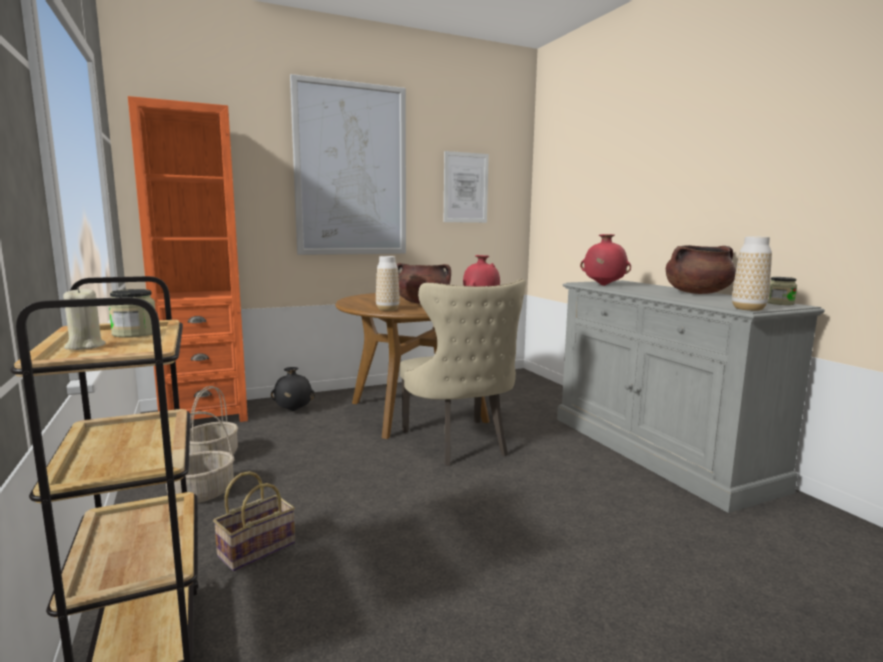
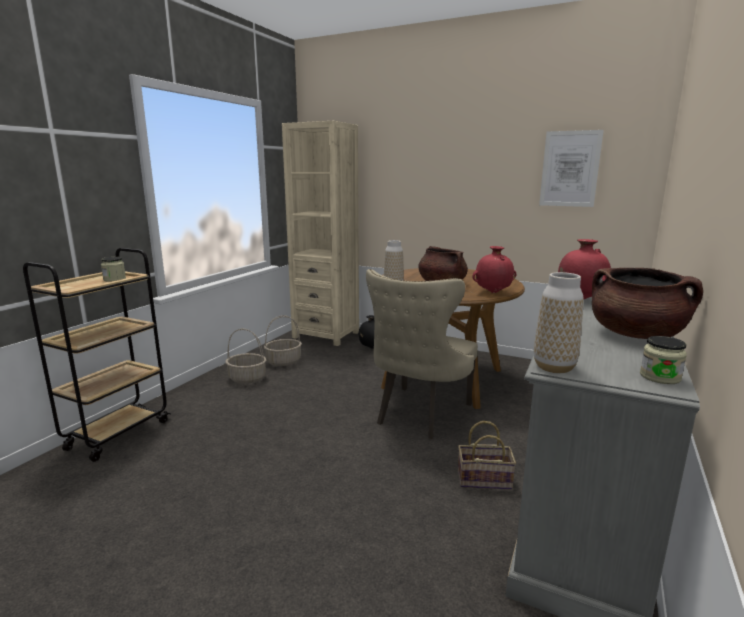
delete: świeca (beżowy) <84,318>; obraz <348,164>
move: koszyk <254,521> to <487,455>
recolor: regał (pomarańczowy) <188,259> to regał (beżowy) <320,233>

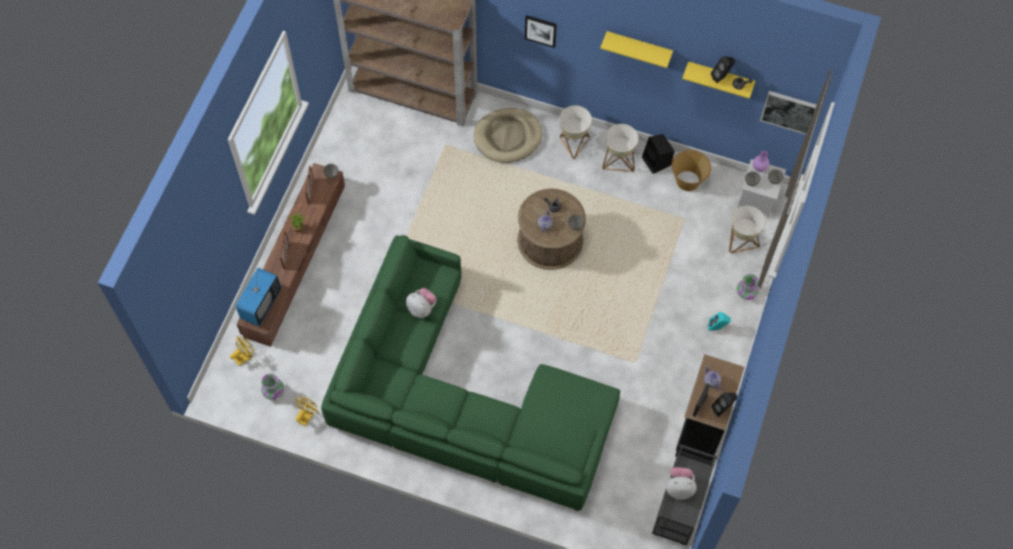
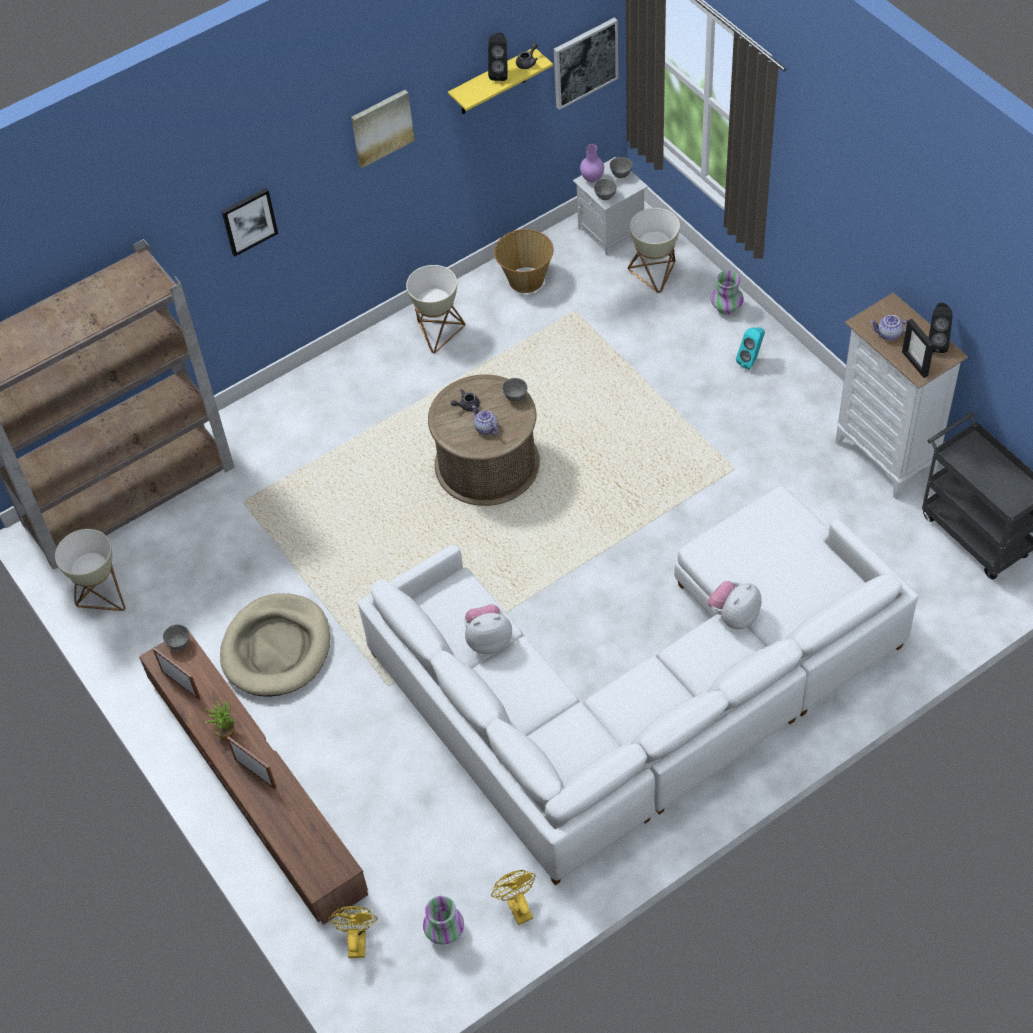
delete: telewizor <258,297>; głośnik (czarny) <658,154>
move: legowisko (beżowy) <508,135> to <275,645>; donica <575,132> to <90,570>; pluszak <681,483> to <735,605>
replace: półka (żółty) <636,49> to obraz <383,129>
recolor: kanapa (zielony) <470,373> to kanapa (biały) <638,685>; komoda (czarny) <710,408> to komoda (biały) <901,396>

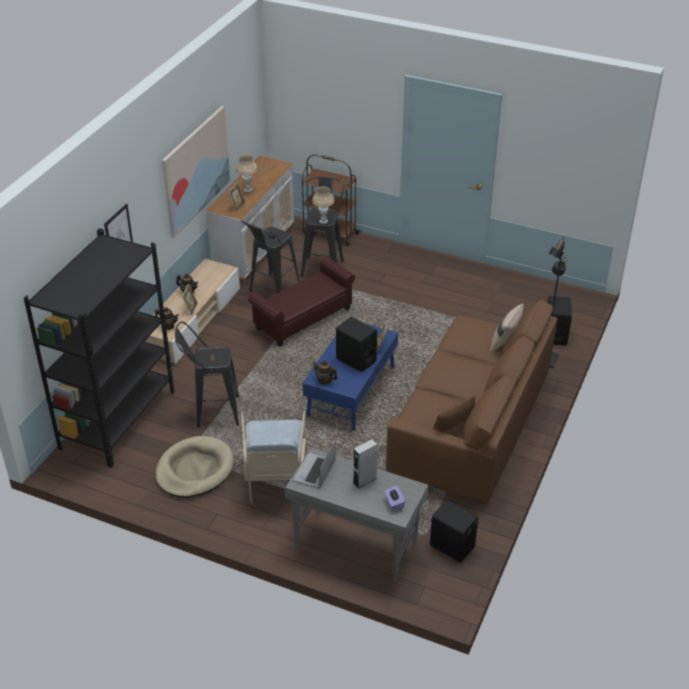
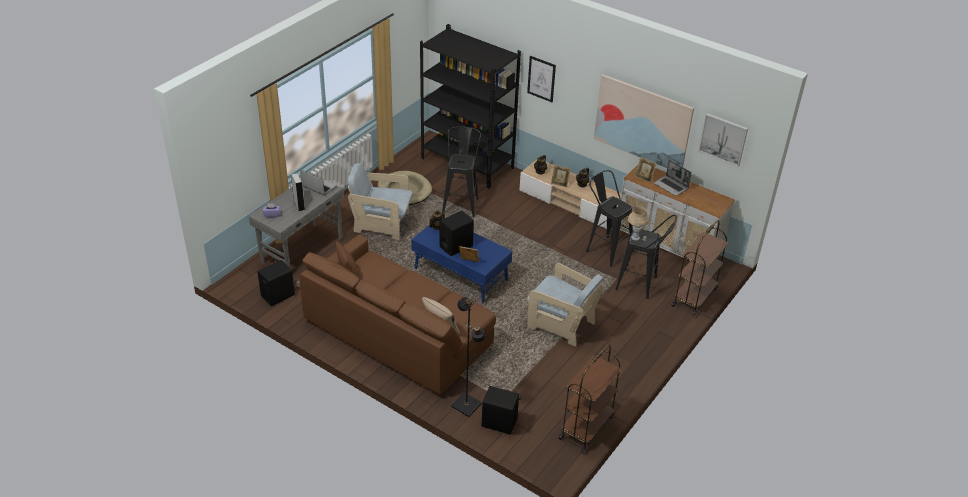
delete: pufa (brązowy) <301,302>
insert: fotel (beżowy) <565,304>; wózek (brązowy) <590,399>; obraz <723,140>
replace: lampa stołowa (beżowy) <247,173> to laptop <673,178>

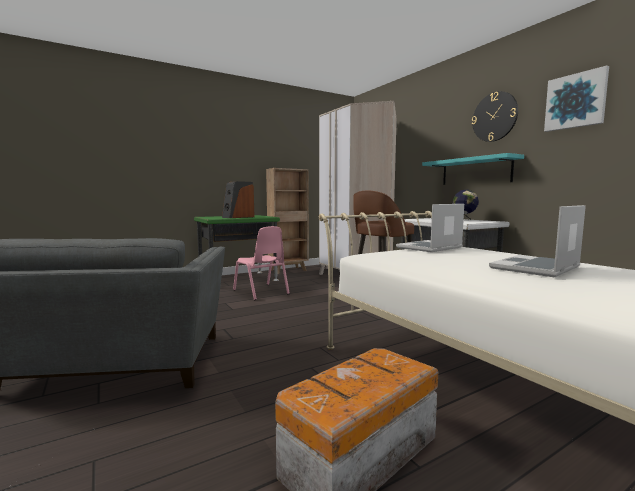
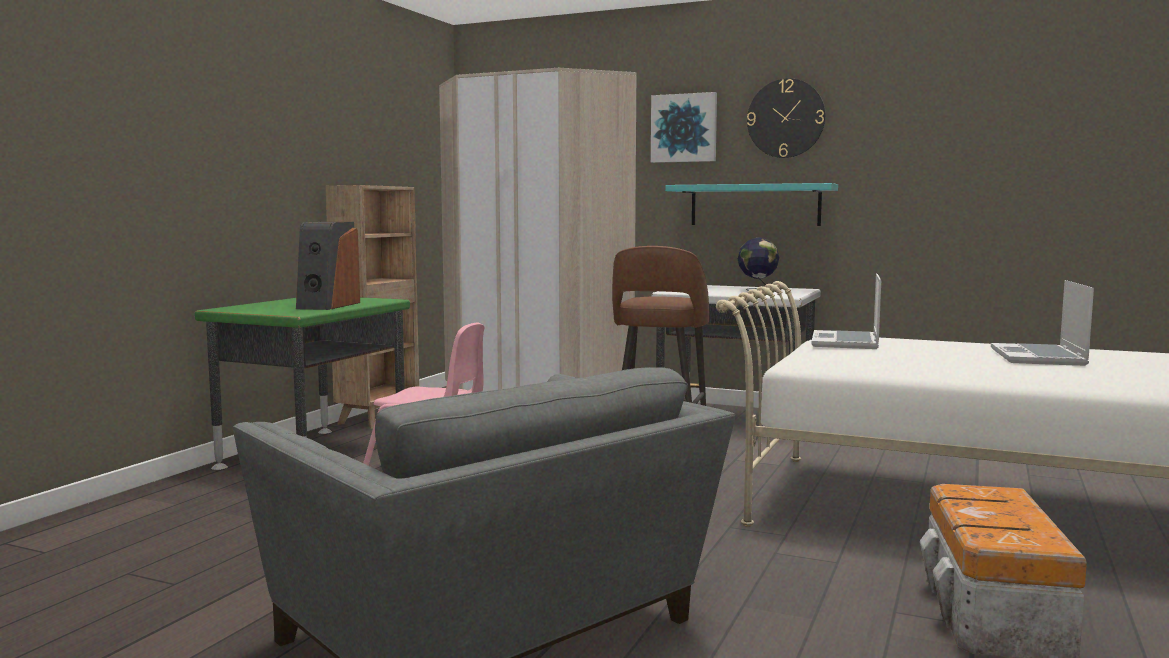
move: obraz <576,98> to <684,127>

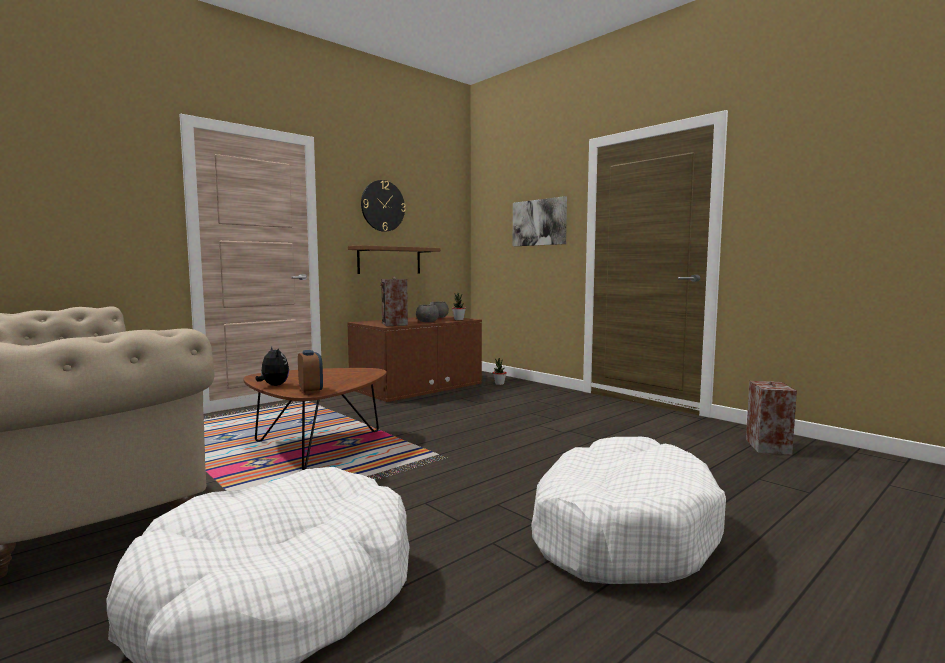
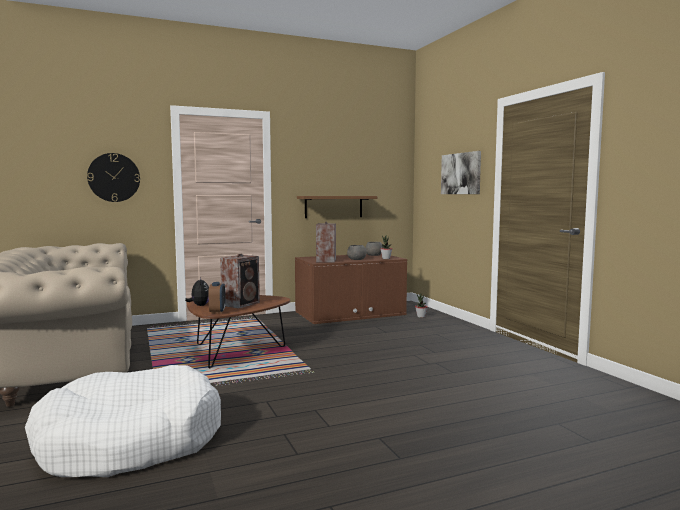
delete: legowisko (biały) <628,510>
move: zegar ścienny <383,206> to <113,177>; głośnik <771,418> to <240,281>

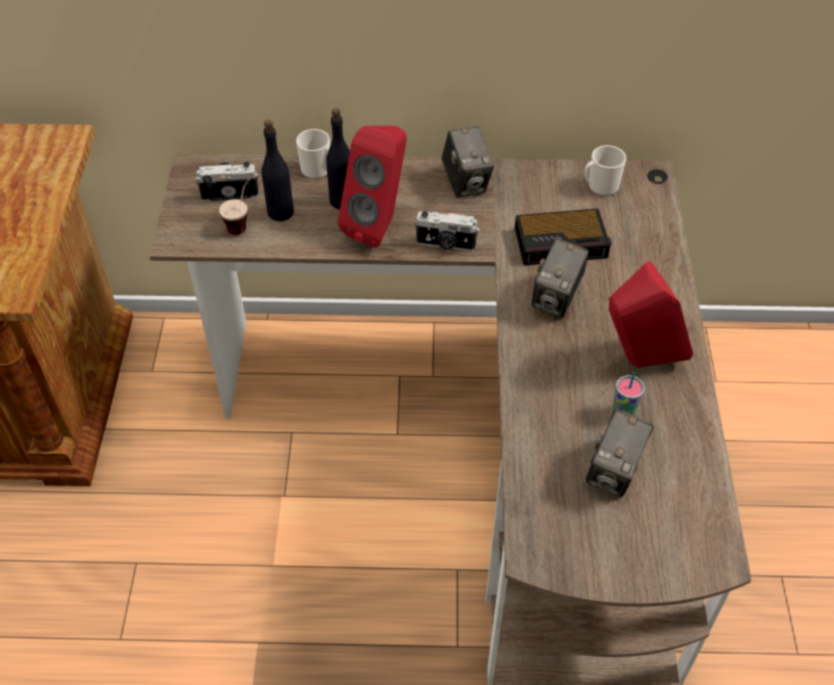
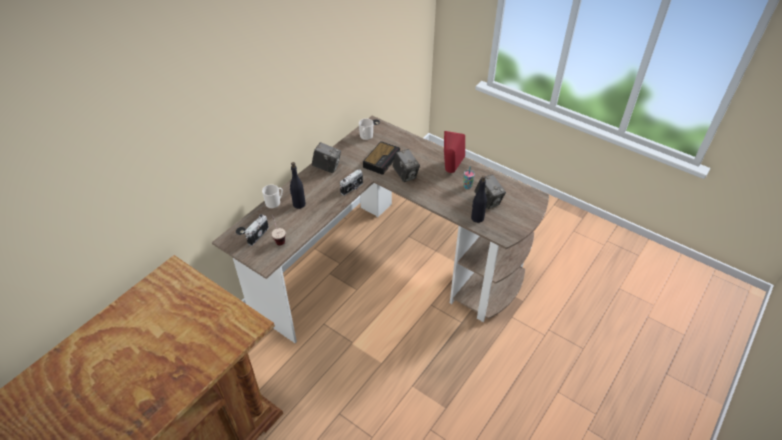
delete: głośnik (czerwony) <372,186>
move: butelka (czarny) <277,170> to <479,199>

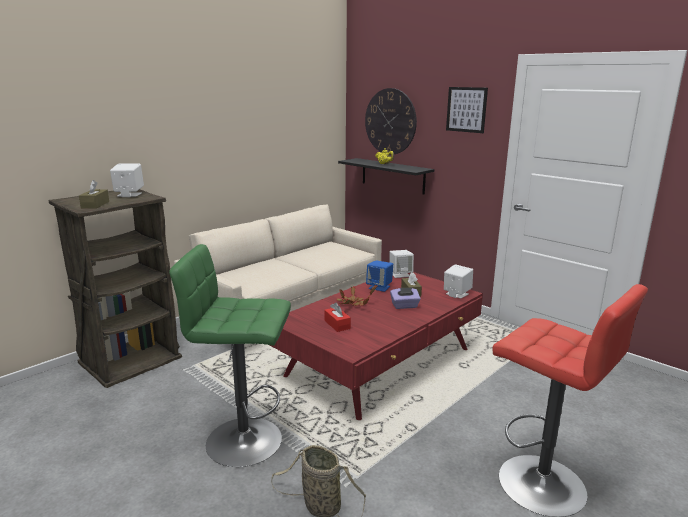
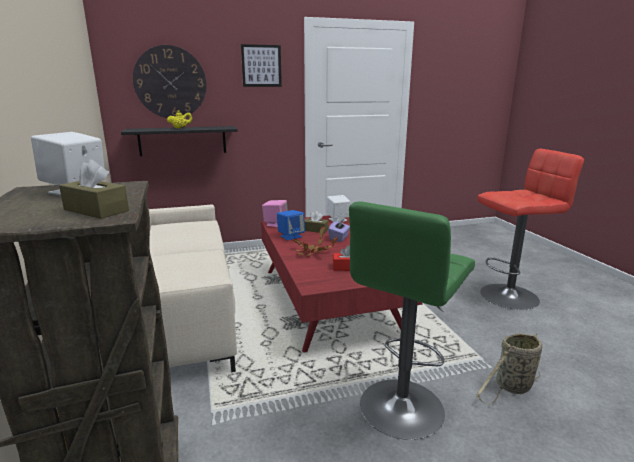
recolor: głośnik (biały) <402,264> to głośnik (różowy) <275,213>

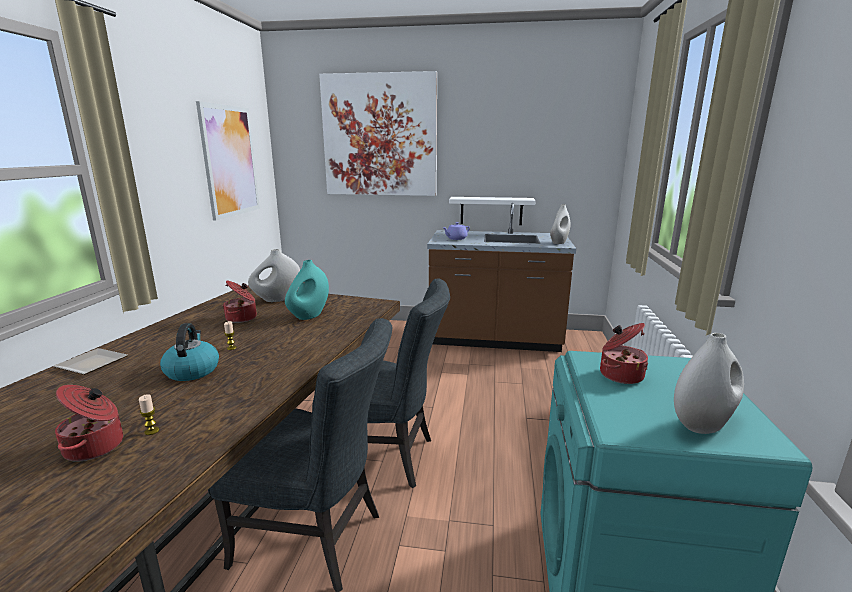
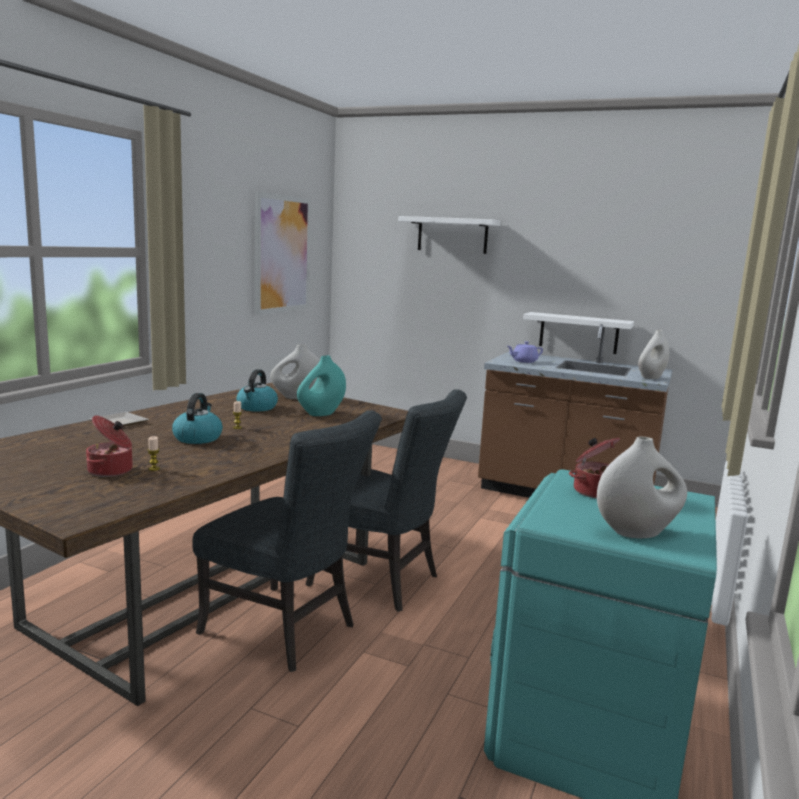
replace: garnek <240,301> to czajnik <257,390>; obraz <378,133> to półka (biały) <449,235>

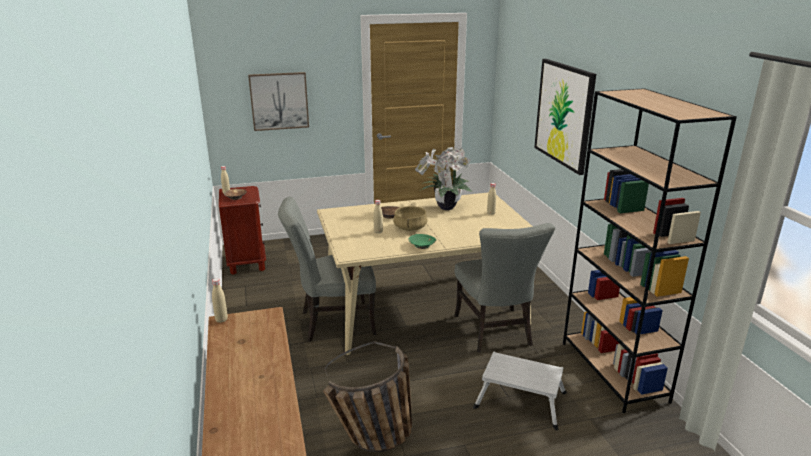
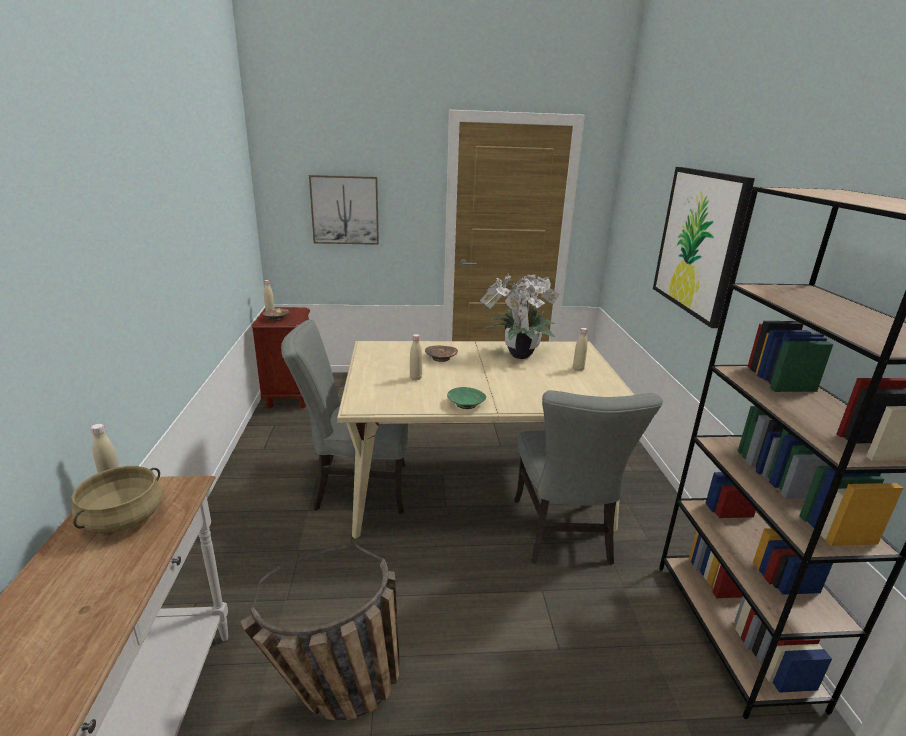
delete: drabinka (biały) <520,391>
move: garnek (beżowy) <410,218> to <117,499>

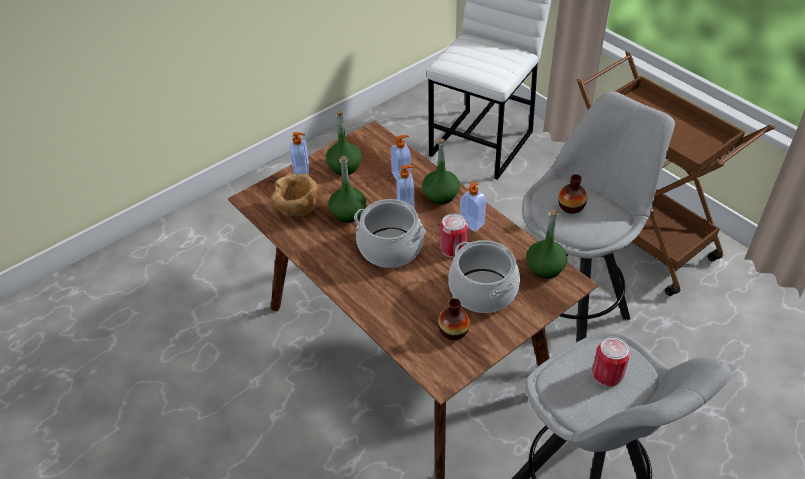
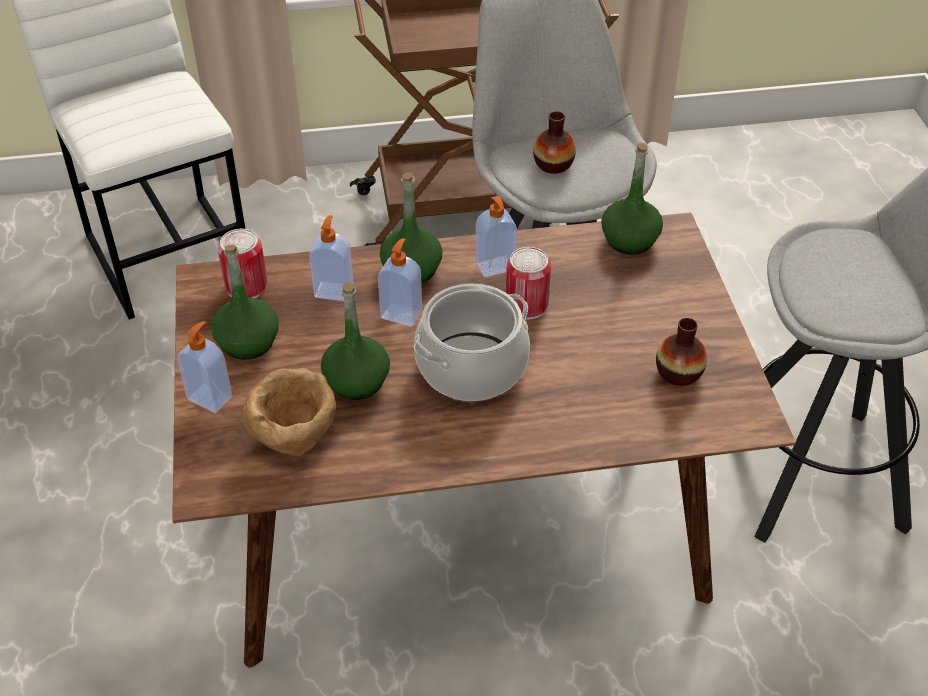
delete: garnek <484,276>
move: puszka <611,362> to <243,263>

